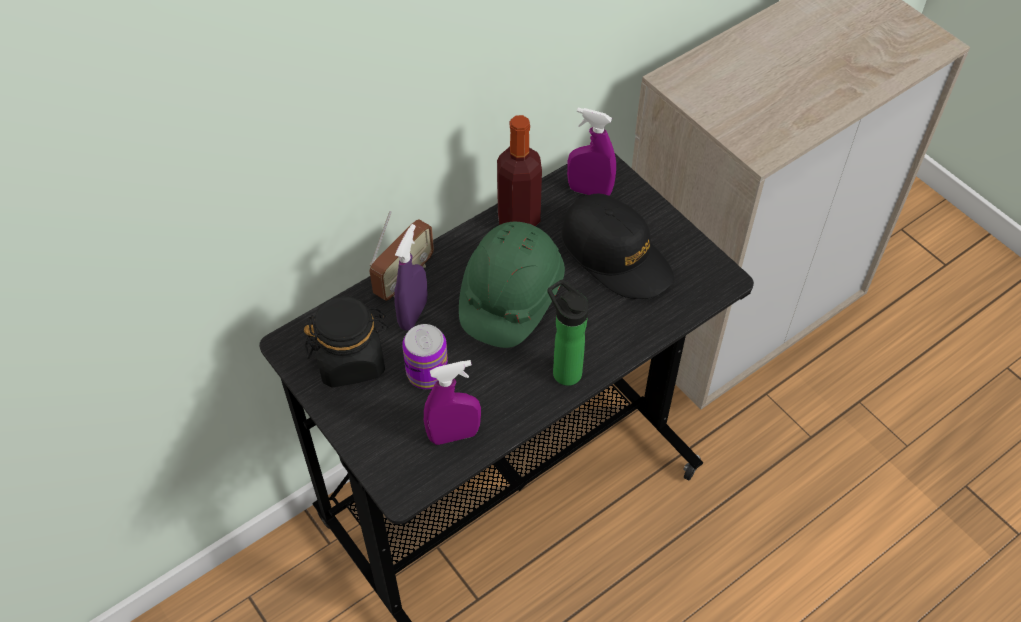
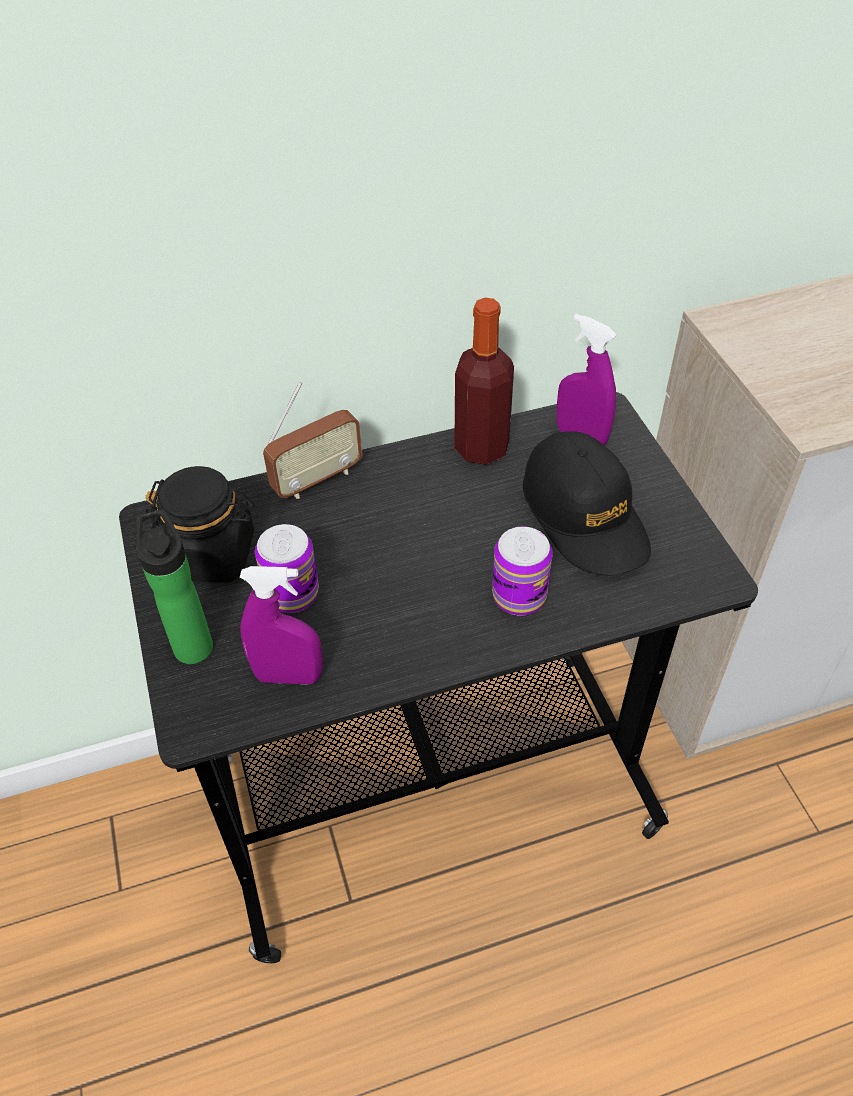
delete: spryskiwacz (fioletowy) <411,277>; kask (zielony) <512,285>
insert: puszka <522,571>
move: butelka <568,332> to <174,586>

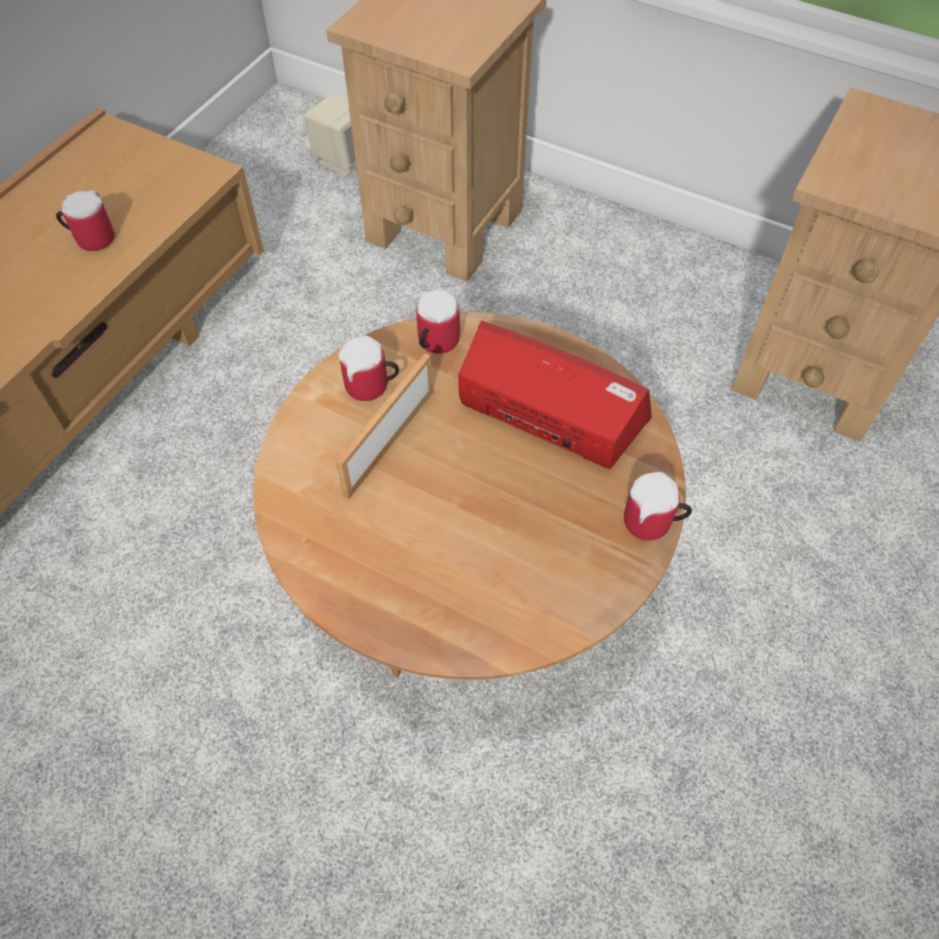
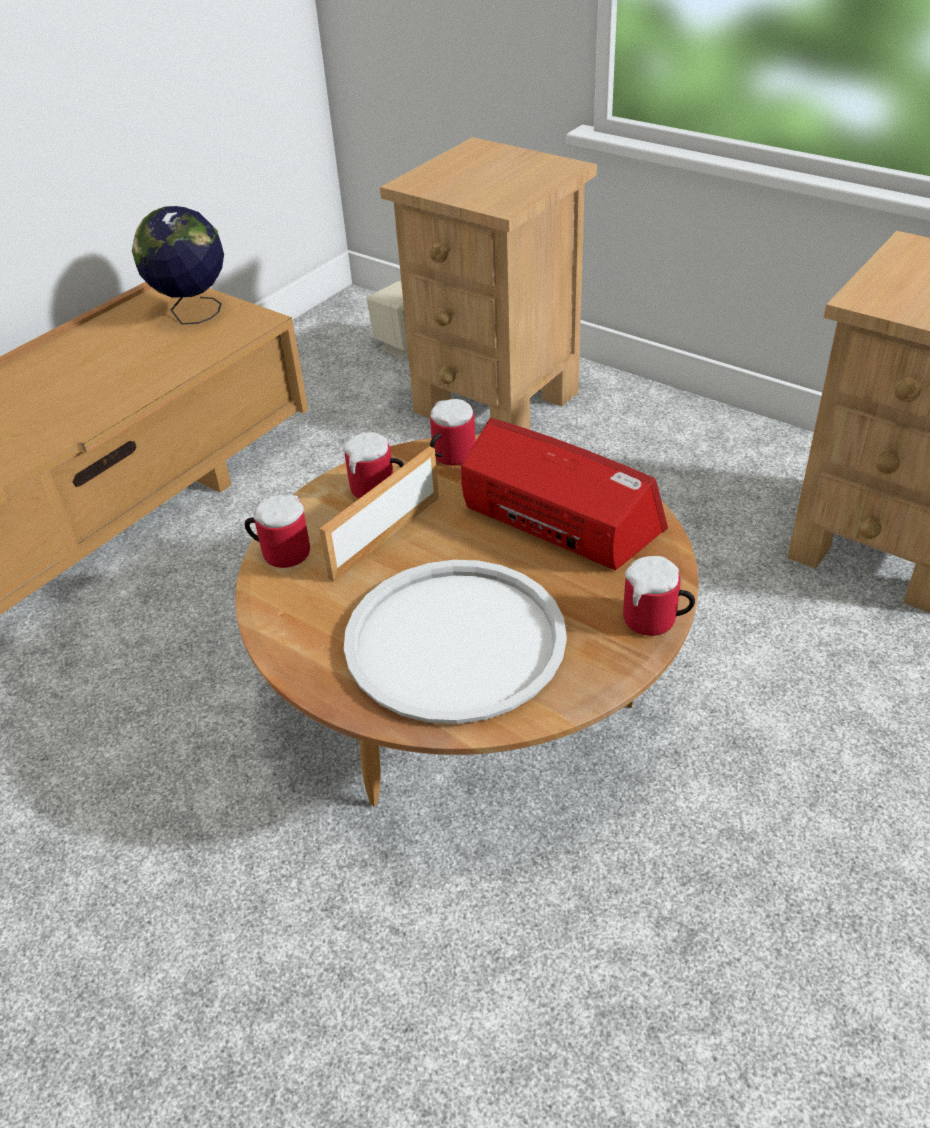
insert: globus <178,265>; taca (biały) <455,642>
move: kubek <85,220> to <277,531>

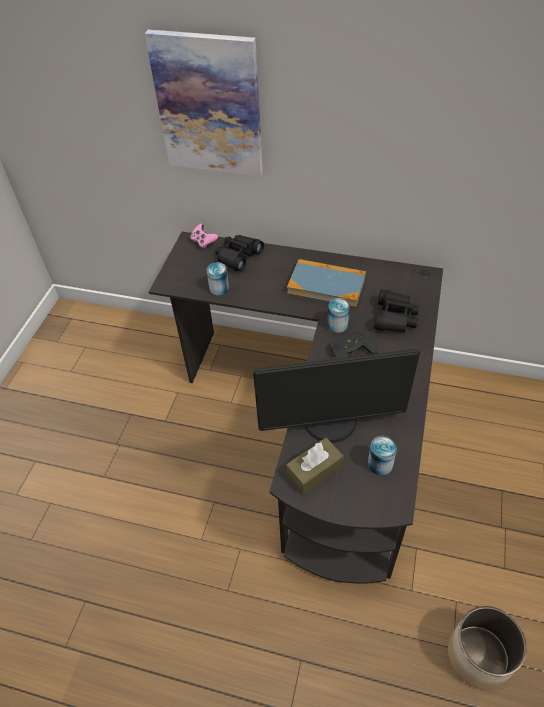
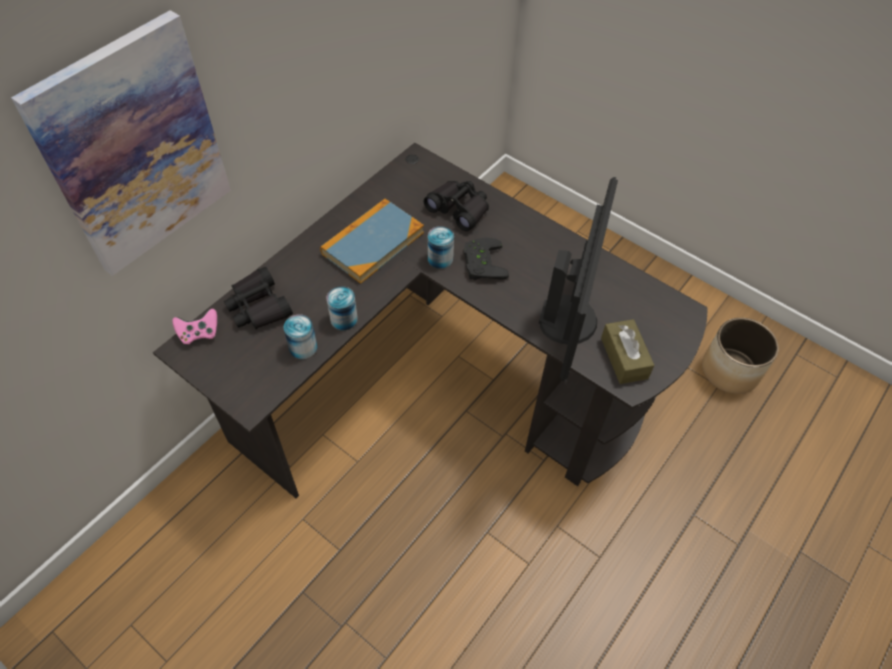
move: puszka <382,455> to <342,308>

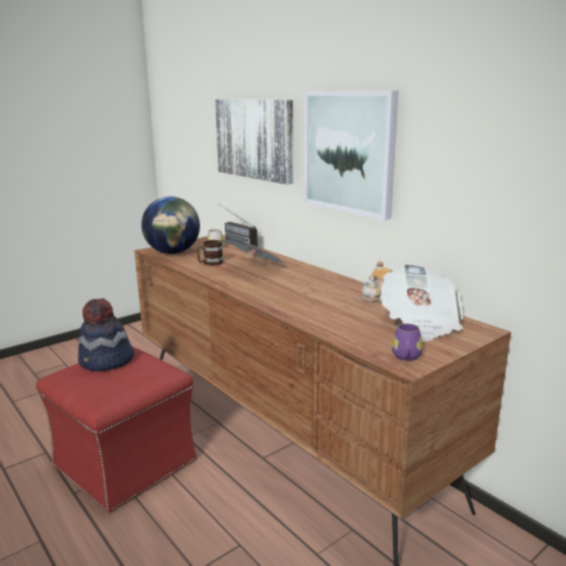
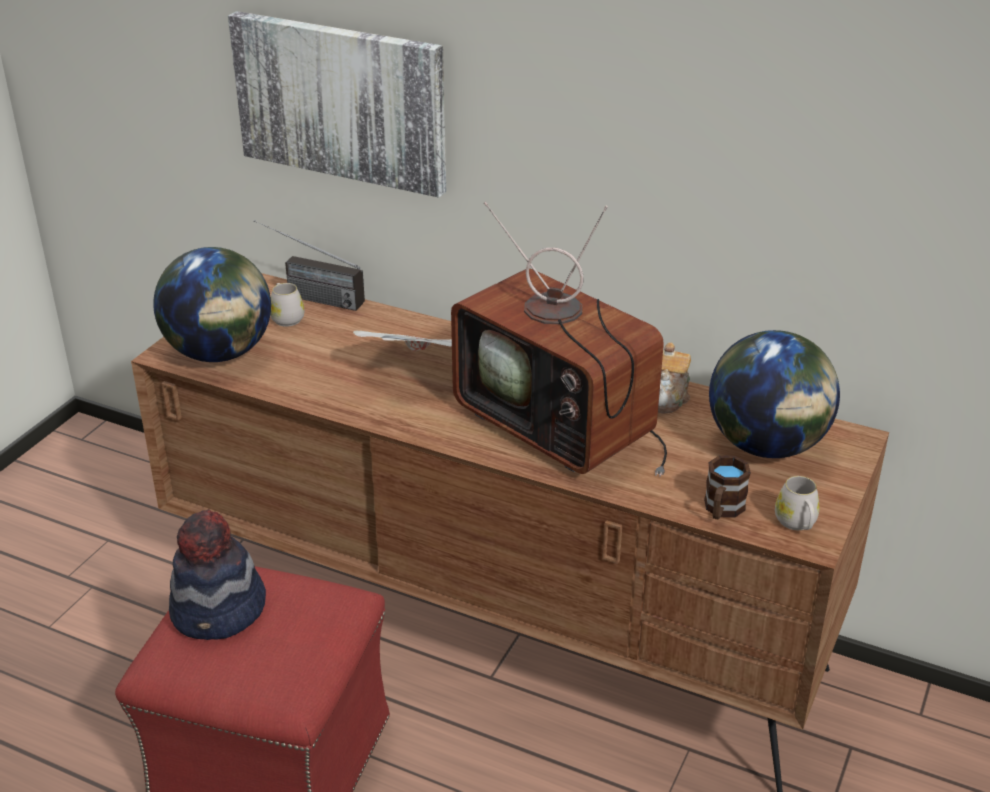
delete: obraz <351,155>
insert: telewizor <559,339>
move: kubek (brązowy) <210,253> to <727,487>
replace: gazeta <421,302> to globus <774,394>
recolor: kubek (fioletowy) <407,342> to kubek (biały) <797,503>

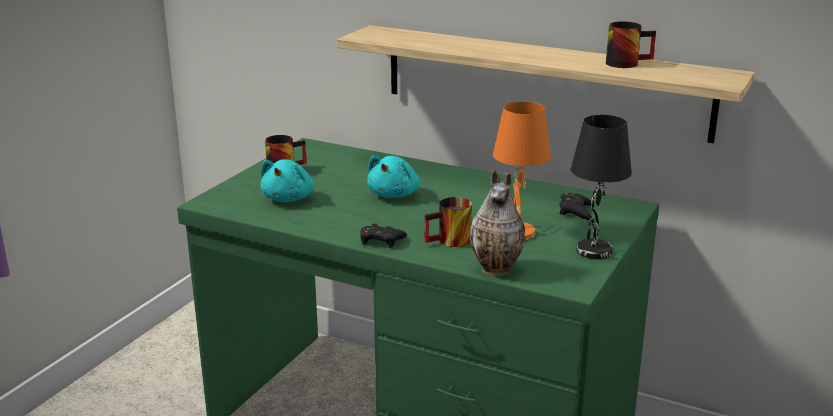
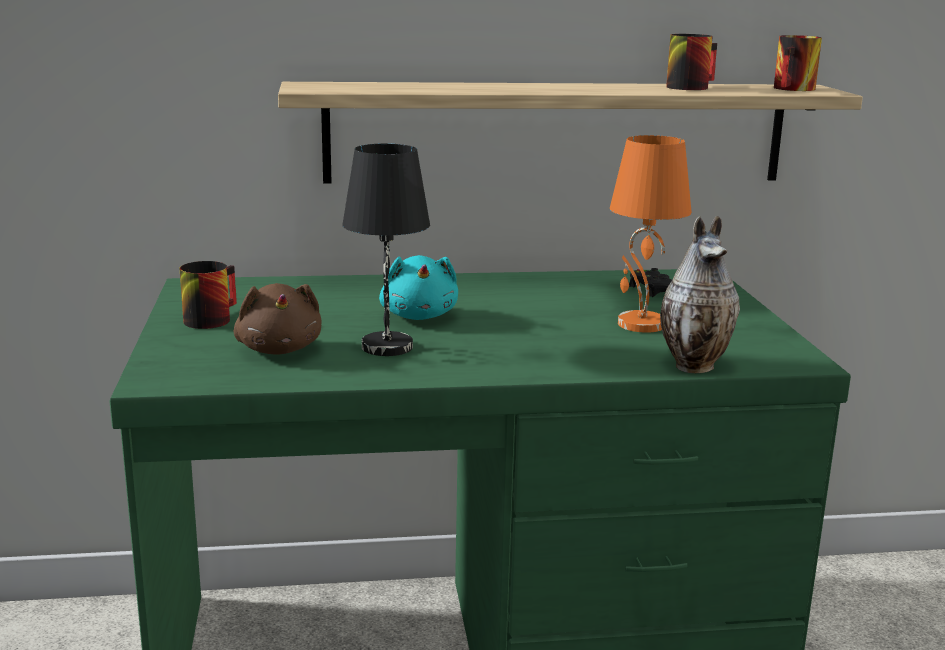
delete: pad do gier (czarny) <384,235>
move: kubek <448,222> to <798,63>; lampa stołowa (czarny) <601,187> to <386,250>
recolor: pluszak (turkusowy) <287,180> to pluszak (brązowy) <278,319>

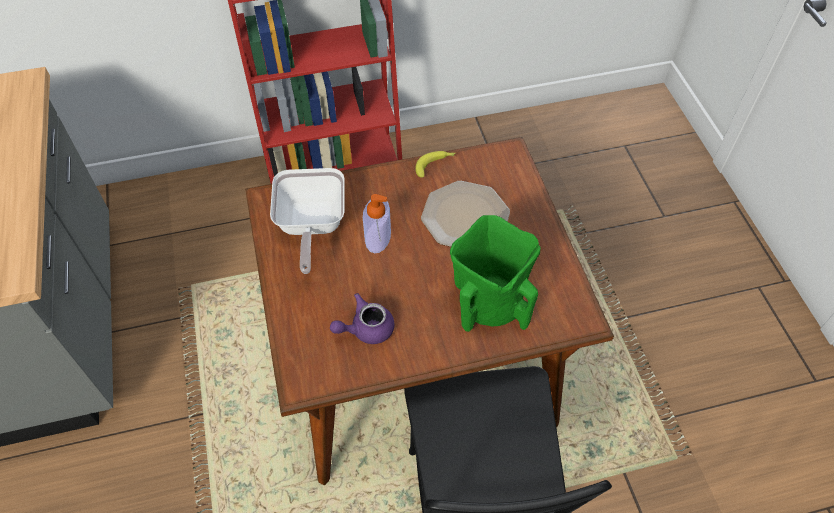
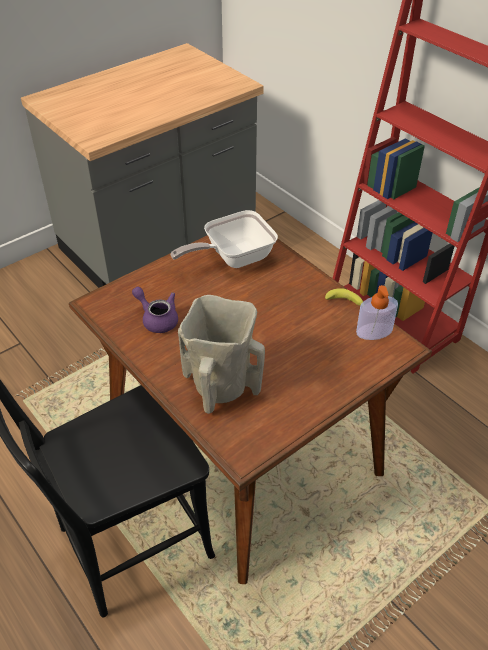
delete: talerz <465,214>
move: dozownik mydła <377,223> to <377,312>
recolor: wazon (zielony) <495,273> to wazon (beżowy) <221,354>

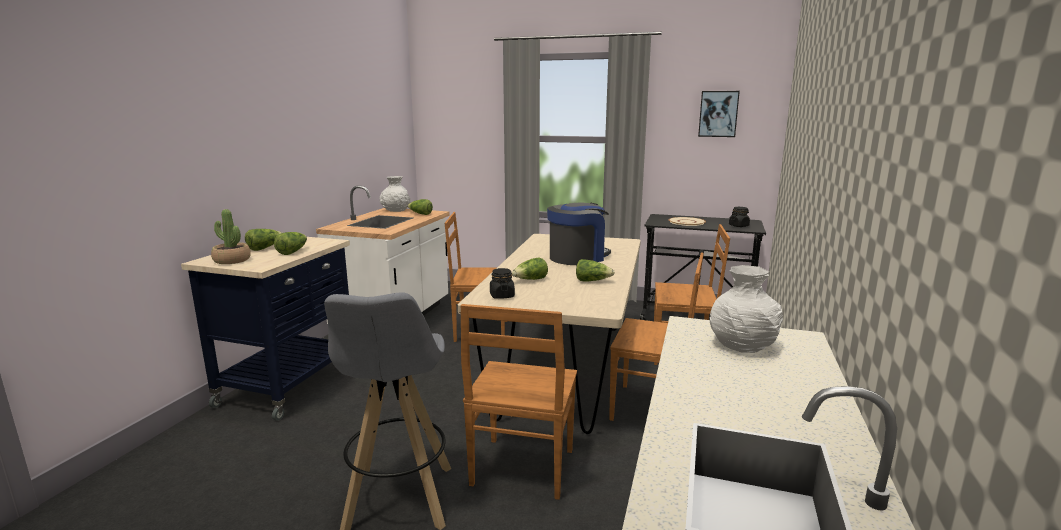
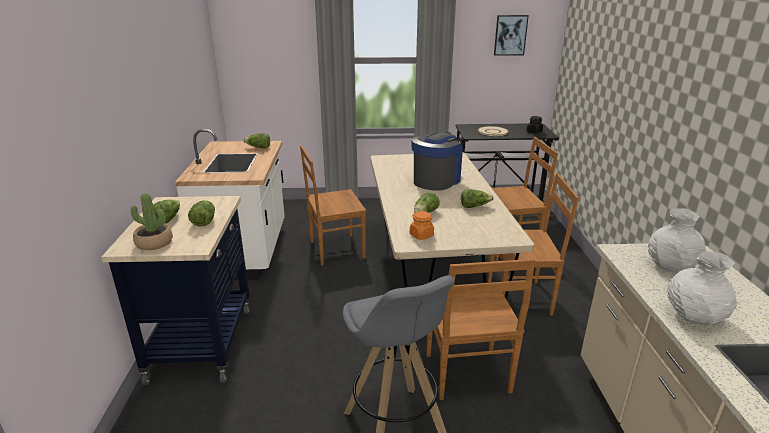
move: wazon (biały) <394,194> to <702,288>
recolor: słoik (czarny) <502,283> to słoik (pomarańczowy) <422,225>

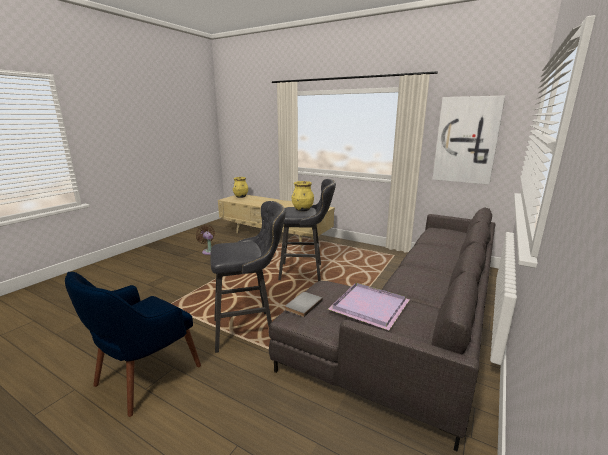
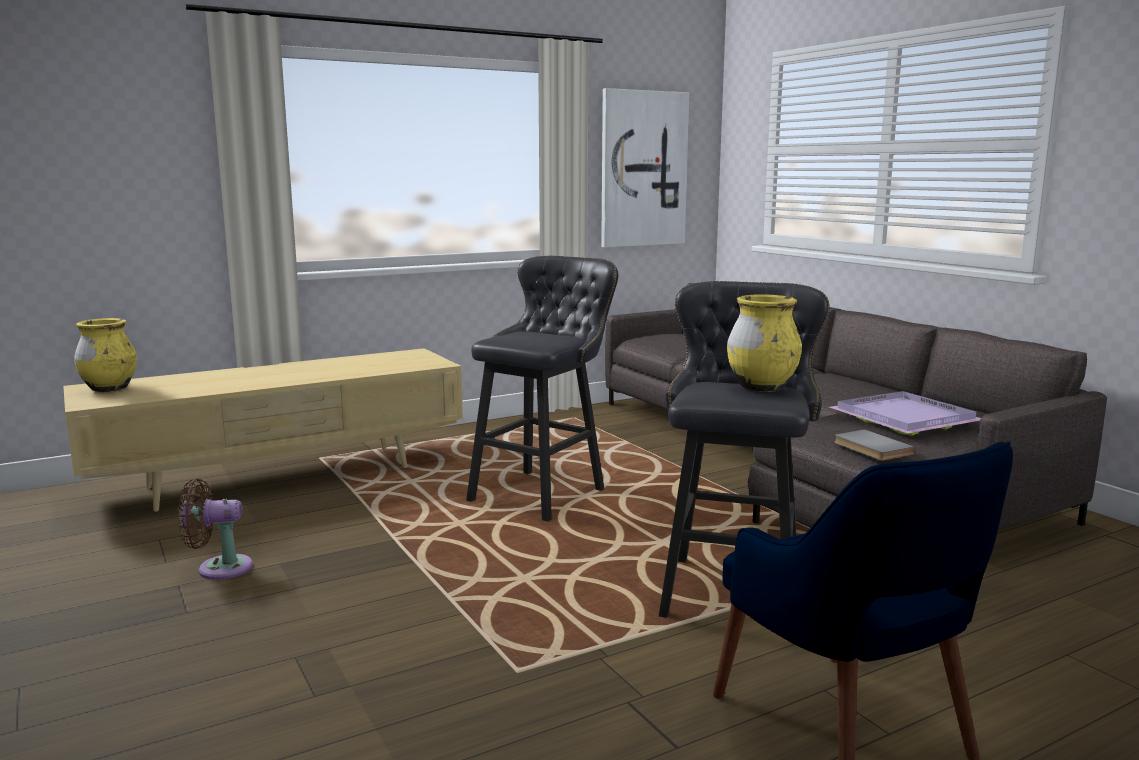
move: wazon (żółty) <303,196> to <764,343>

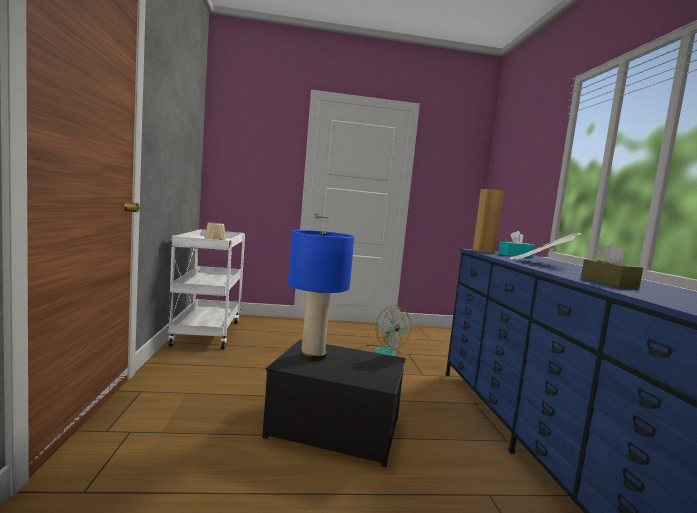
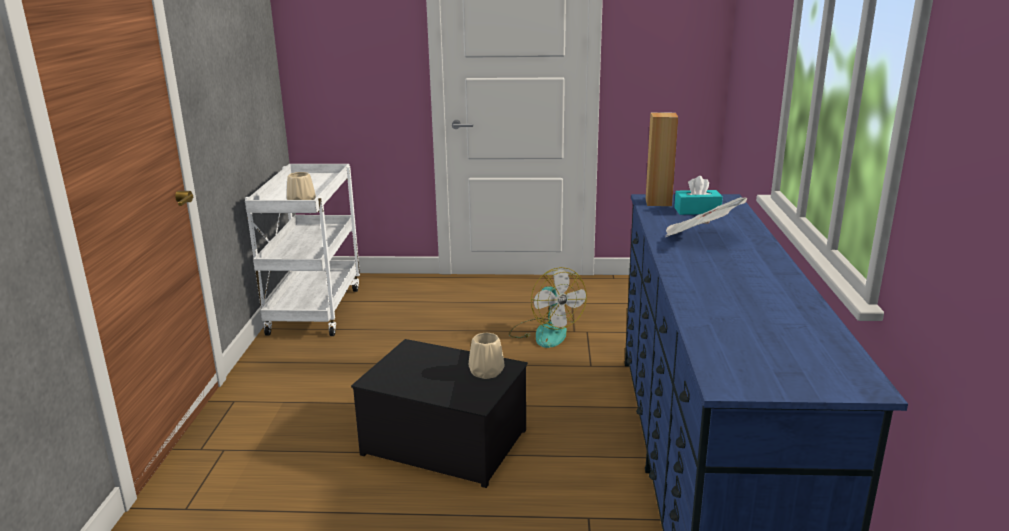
delete: lampa stołowa (niebieski) <321,295>; pudełko chusteczek (brązowy) <612,266>
insert: wazon (beżowy) <487,356>

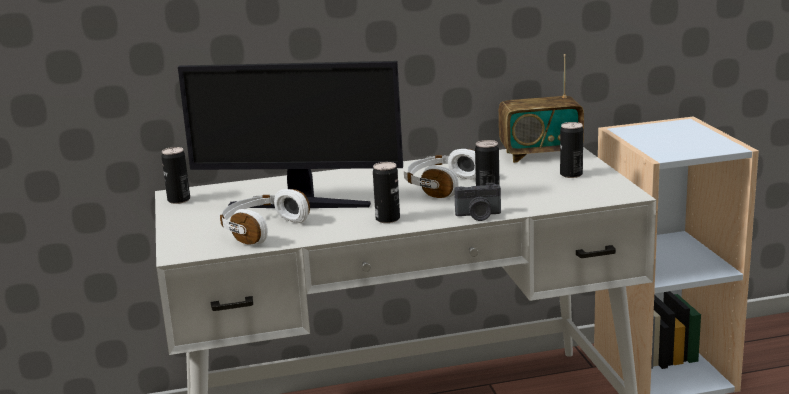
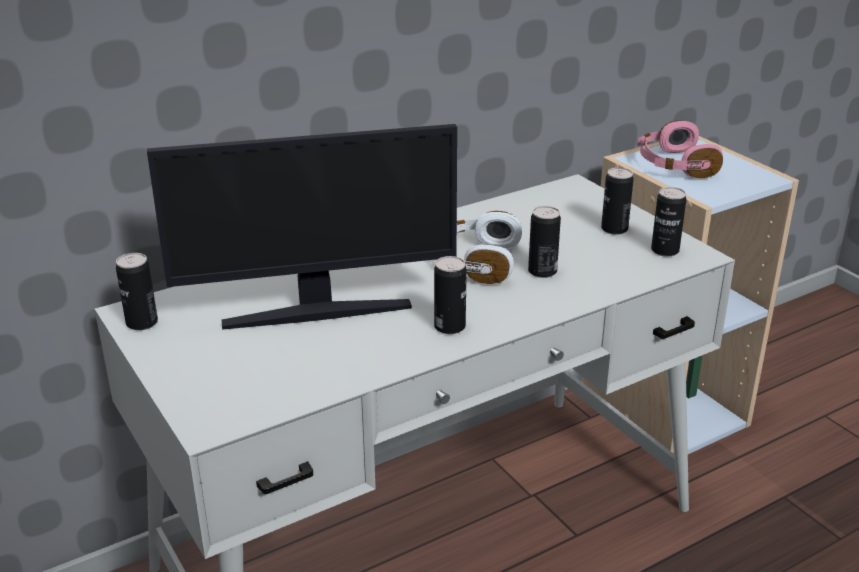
delete: słuchawki (biały) <264,217>; aparat fotograficzny <477,202>; radio <541,108>
insert: słuchawki (różowy) <680,149>; puszka <668,221>

